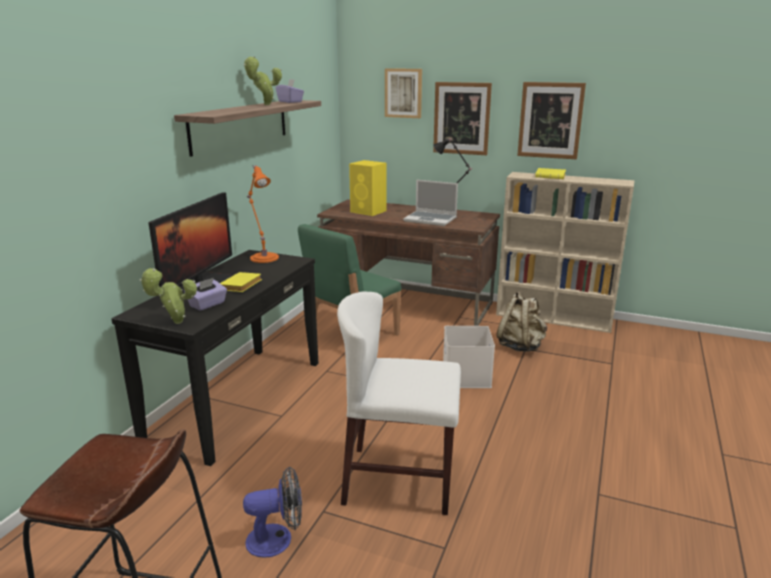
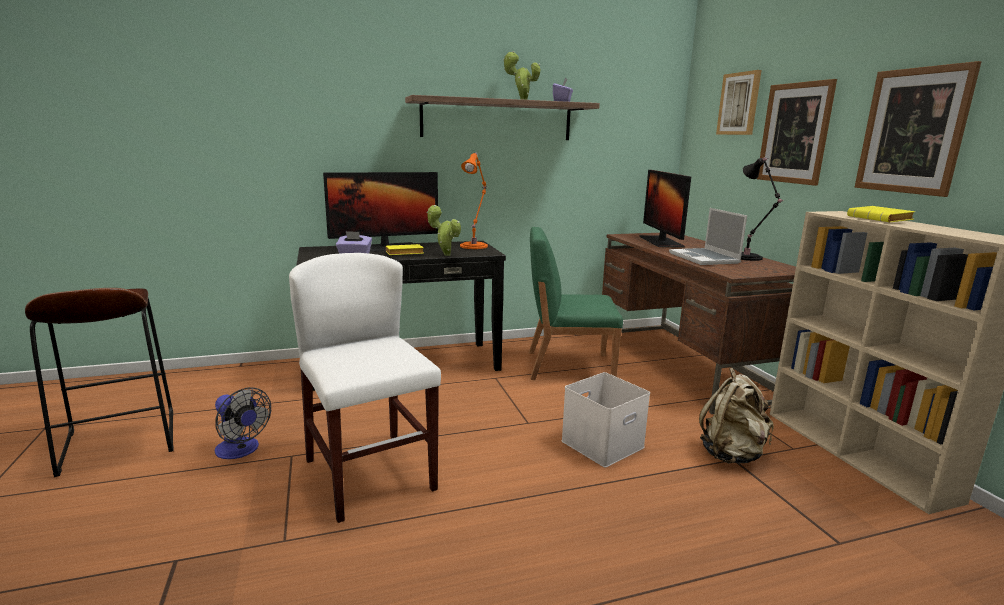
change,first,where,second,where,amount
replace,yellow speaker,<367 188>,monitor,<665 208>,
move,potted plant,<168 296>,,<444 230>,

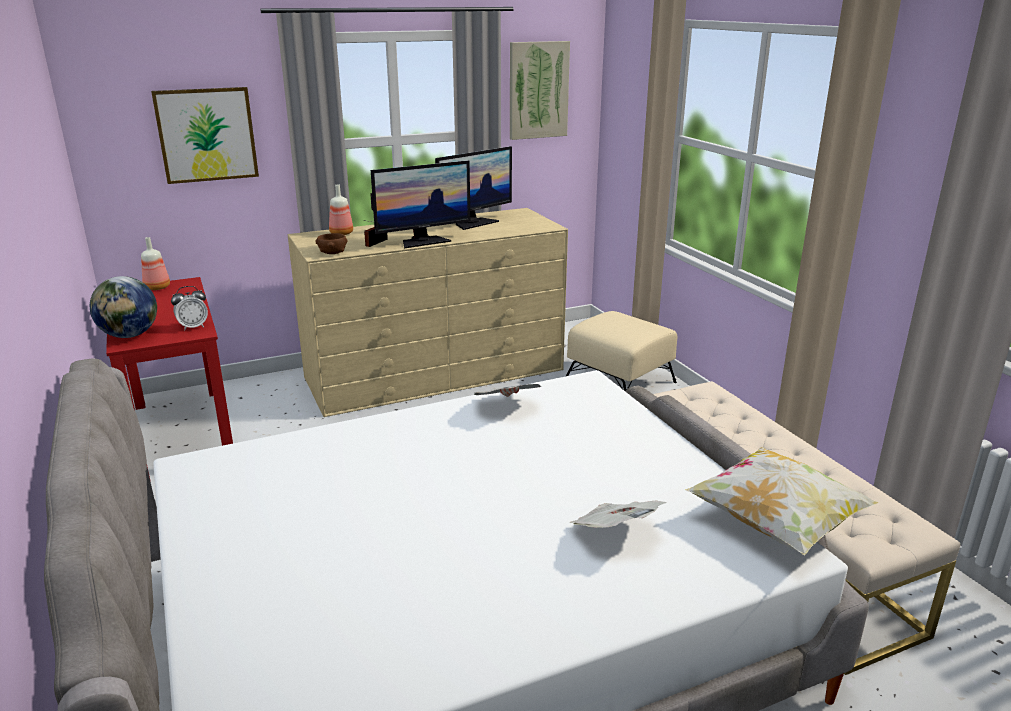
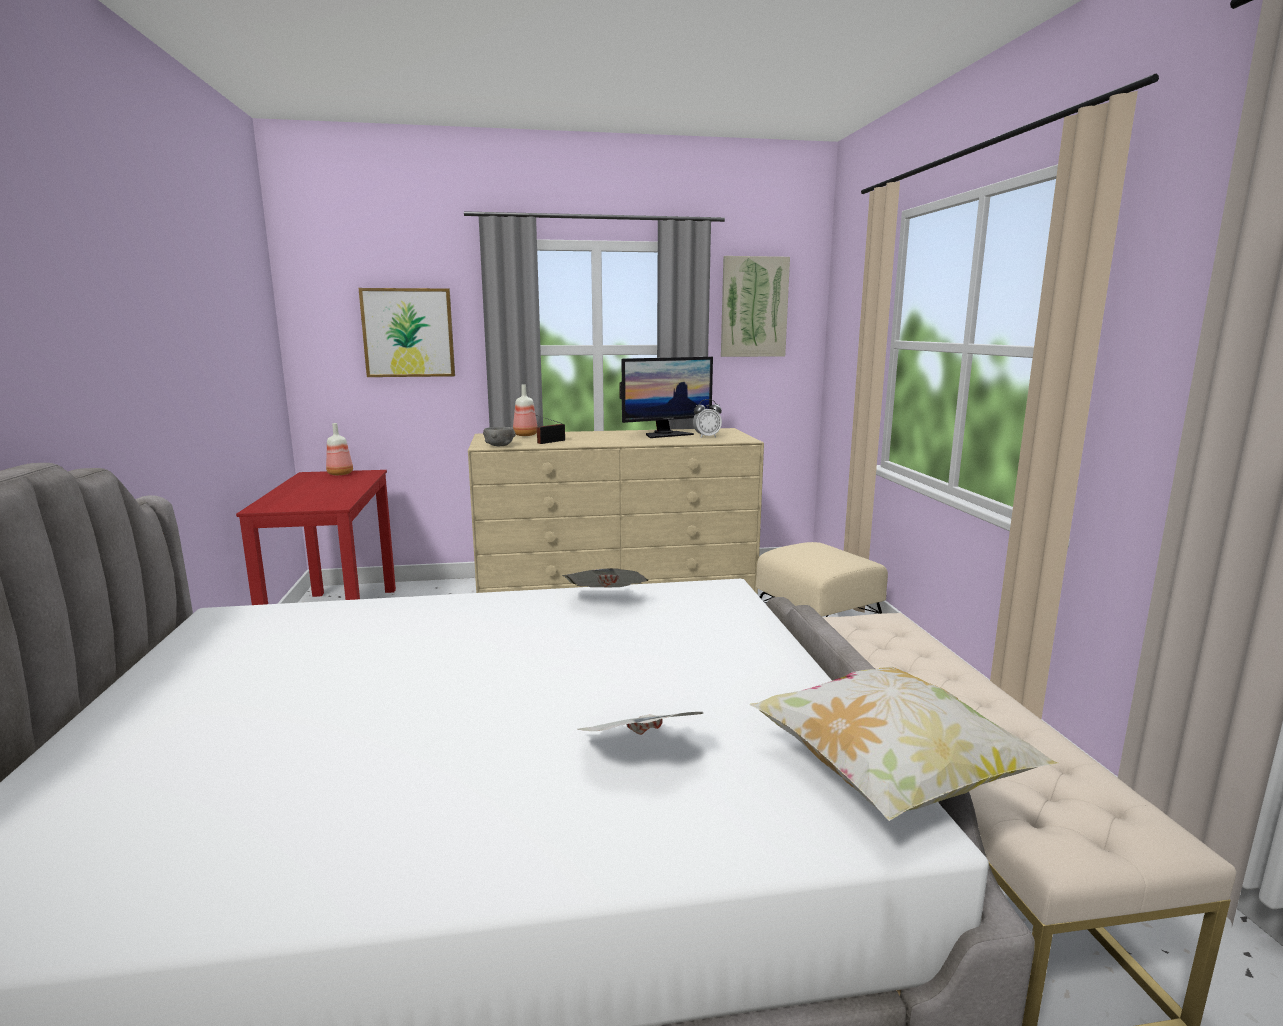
change,first,where,second,where,amount
delete,monitor,<420 204>,,,
recolor,brown bowl,<332 243>,grey bowl,<499 436>,
delete,globe,<123 307>,,,
move,alarm clock,<189 308>,,<707 418>,

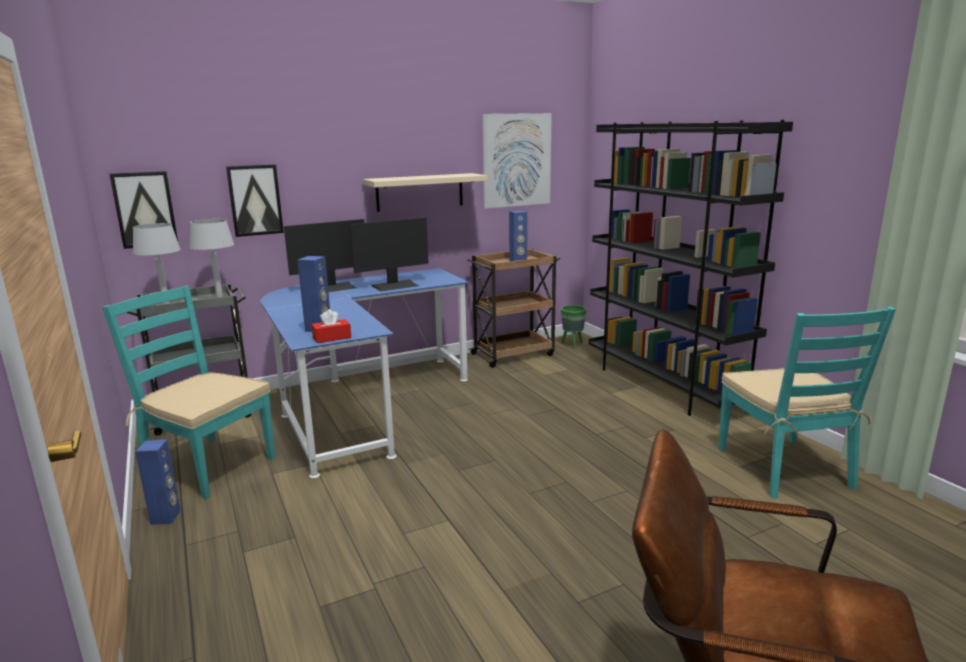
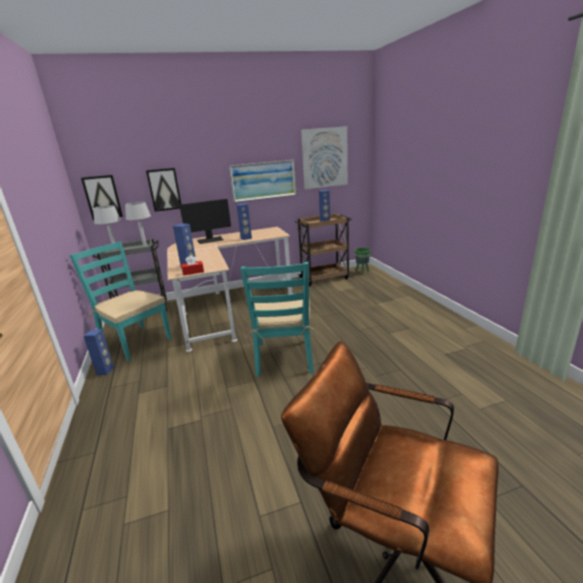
change,first,where,second,where,amount
delete,black bookcase,<691 268>,,,
replace,beige shelf,<425 192>,picture,<262 181>,
replace,monitor,<389 254>,blue speaker,<244 221>,
recolor,blue desk,<365 373>,beige desk,<230 289>,
move,turquoise chair,<807 403>,,<279 319>,

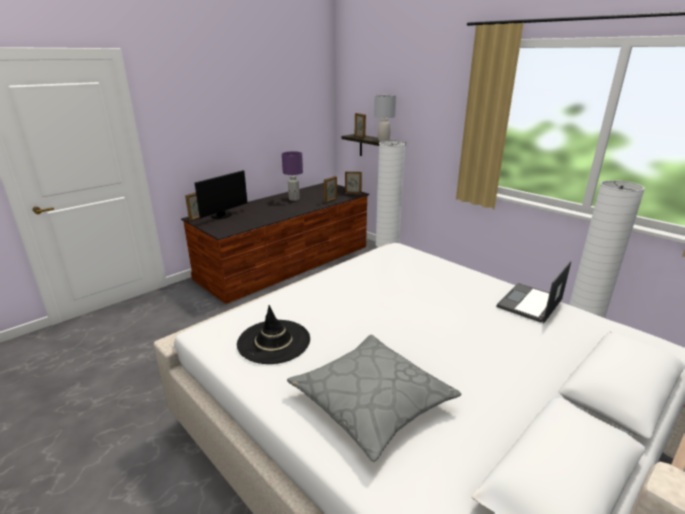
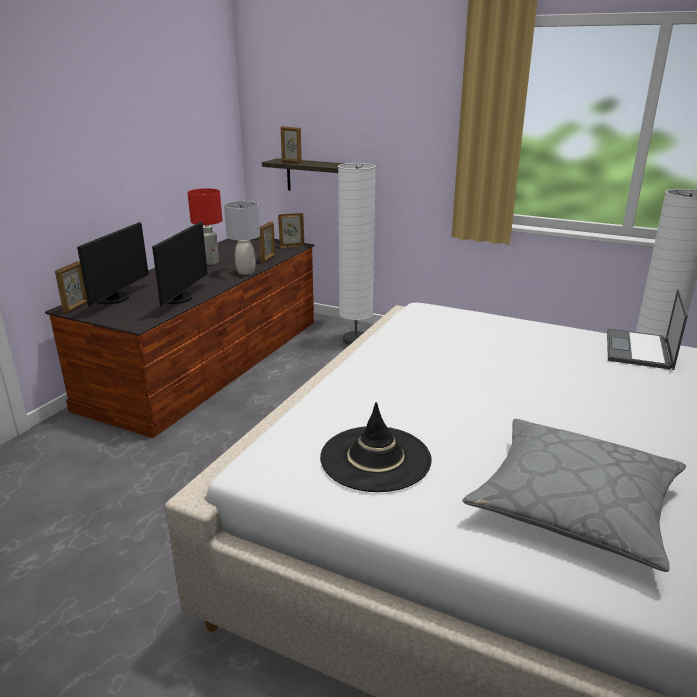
change,first,where,second,where,amount
move,grey table lamp,<385 118>,,<242 238>,
recolor,purple table lamp,<292 176>,red table lamp,<204 226>,
insert,,,monitor,<180 264>,

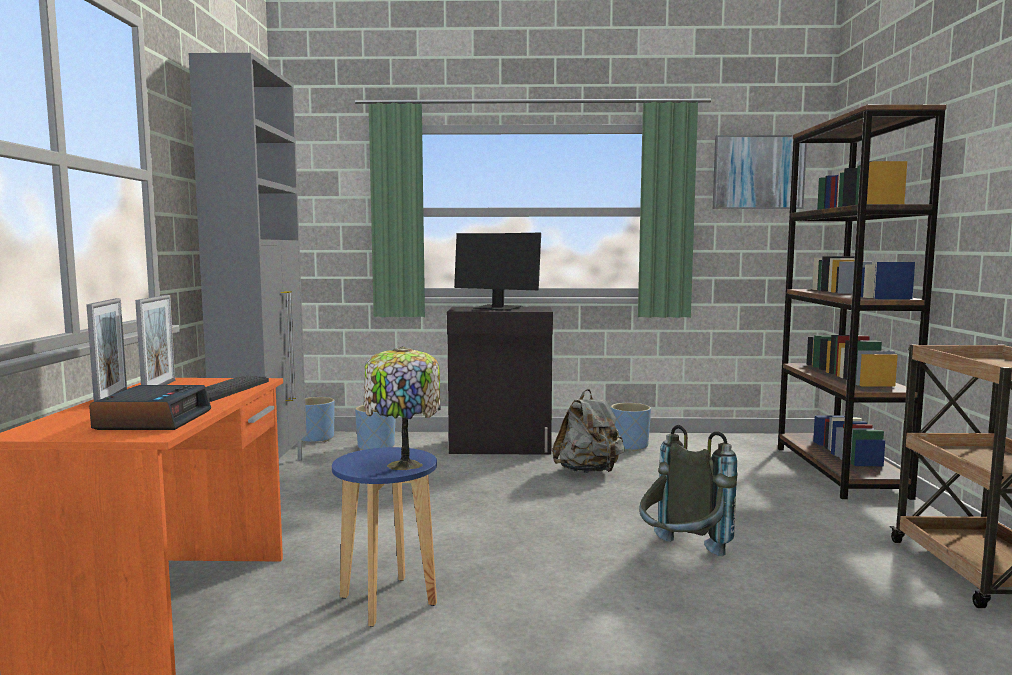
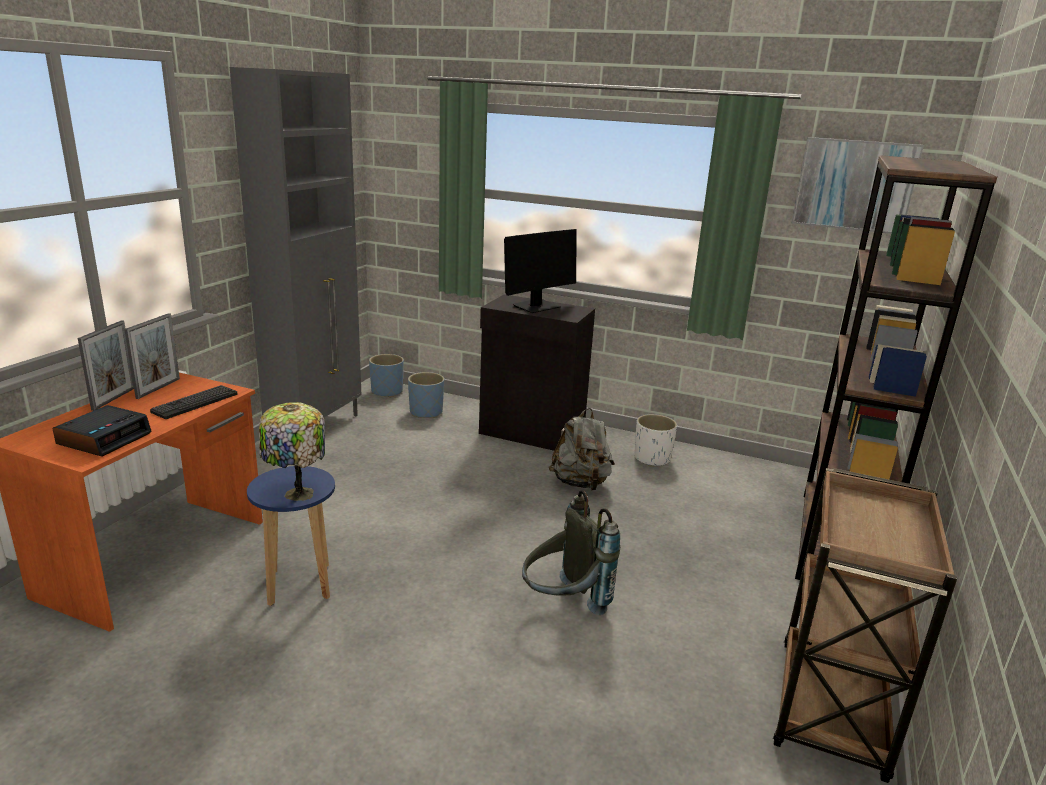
change,first,where,second,where,amount
rotate,monitor,<497 271>,,<540 271>,90 degrees counterclockwise
recolor,blue planter,<631 427>,white planter,<655 440>,

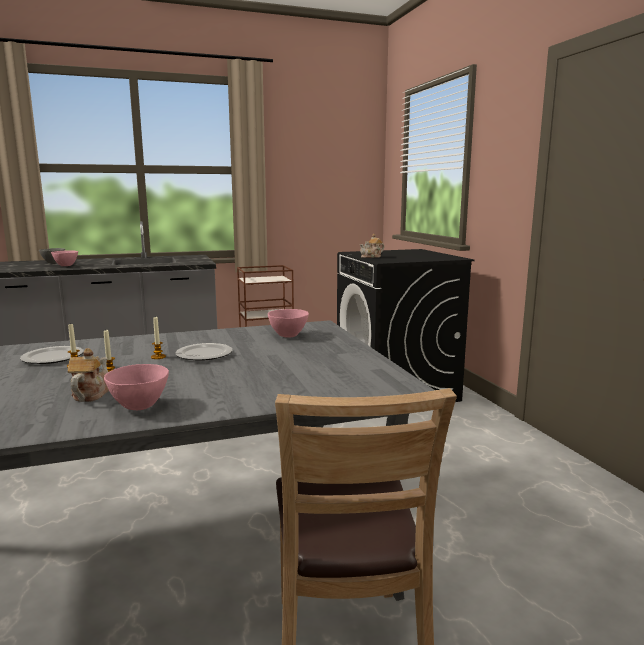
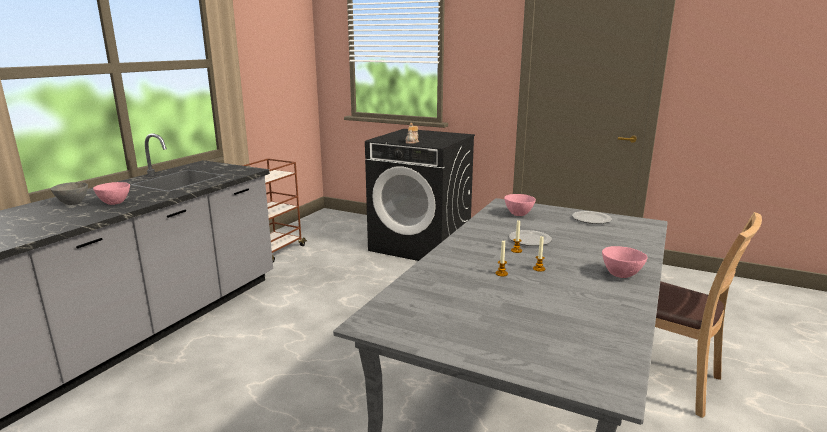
change,first,where,second,where,amount
move,plate,<52 355>,,<592 217>,
delete,teapot,<88 375>,,,

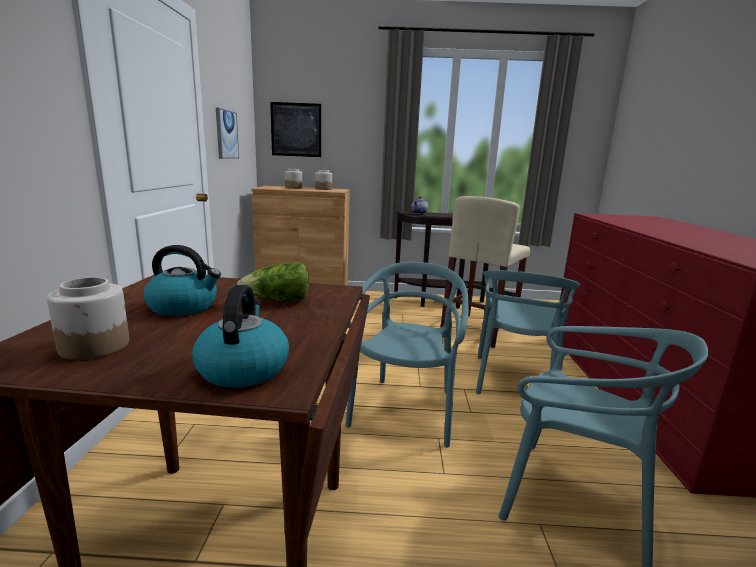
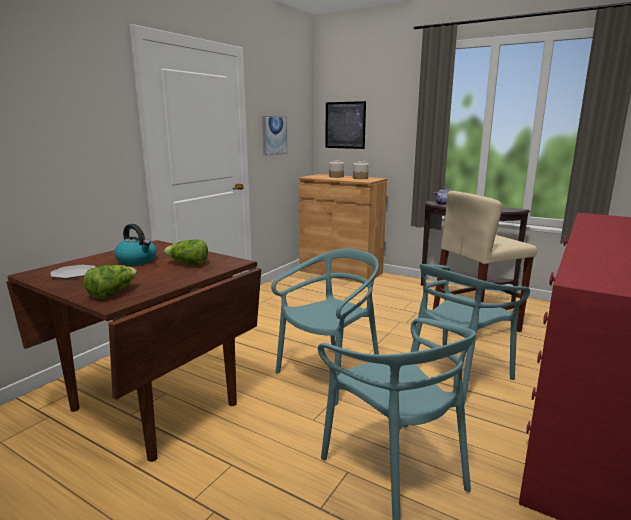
change,first,where,second,where,amount
replace,jar,<88 318>,plate,<73 272>,
replace,kettle,<240 336>,lettuce,<110 282>,

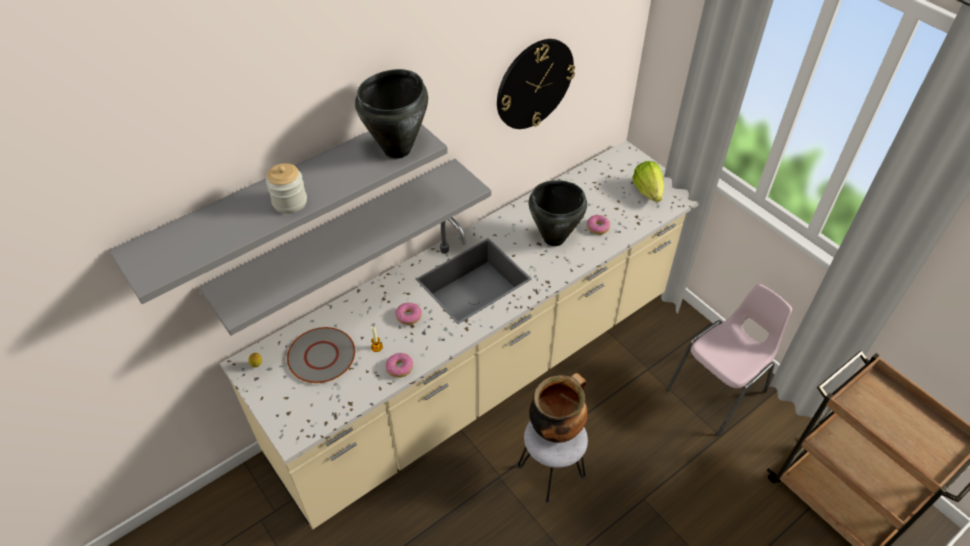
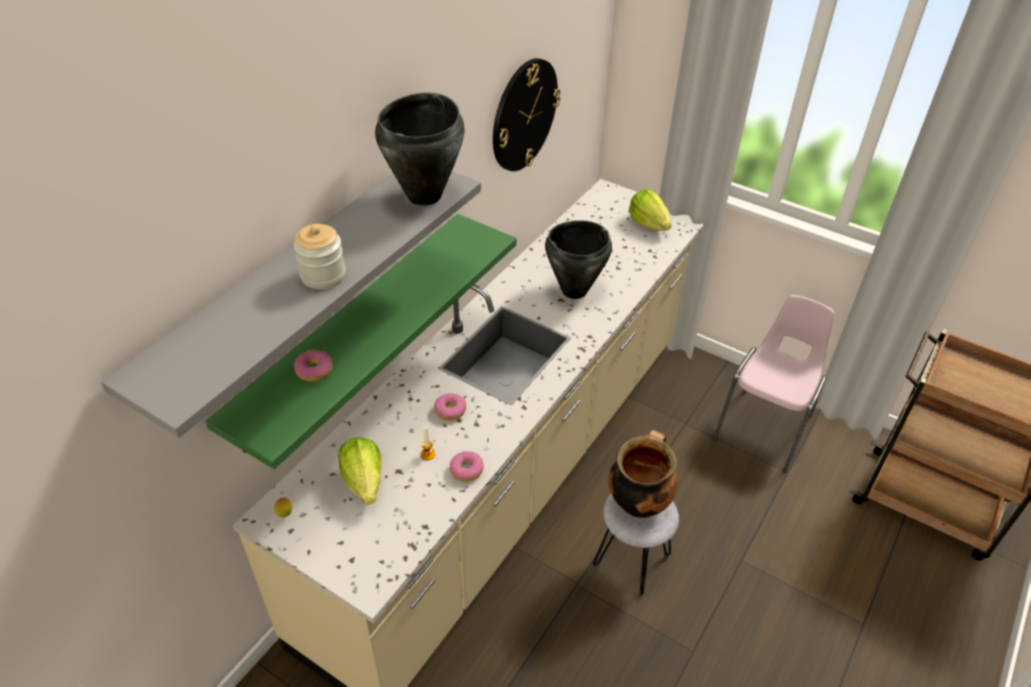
change,first,where,second,where,amount
recolor,grey shelf,<344 247>,green shelf,<361 341>,
move,donut,<598 225>,,<313 366>,
replace,grey plate,<321 355>,lettuce,<360 471>,

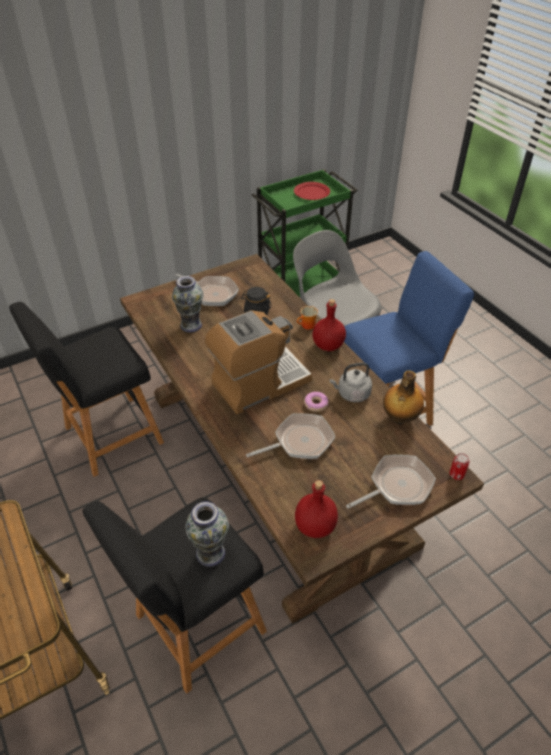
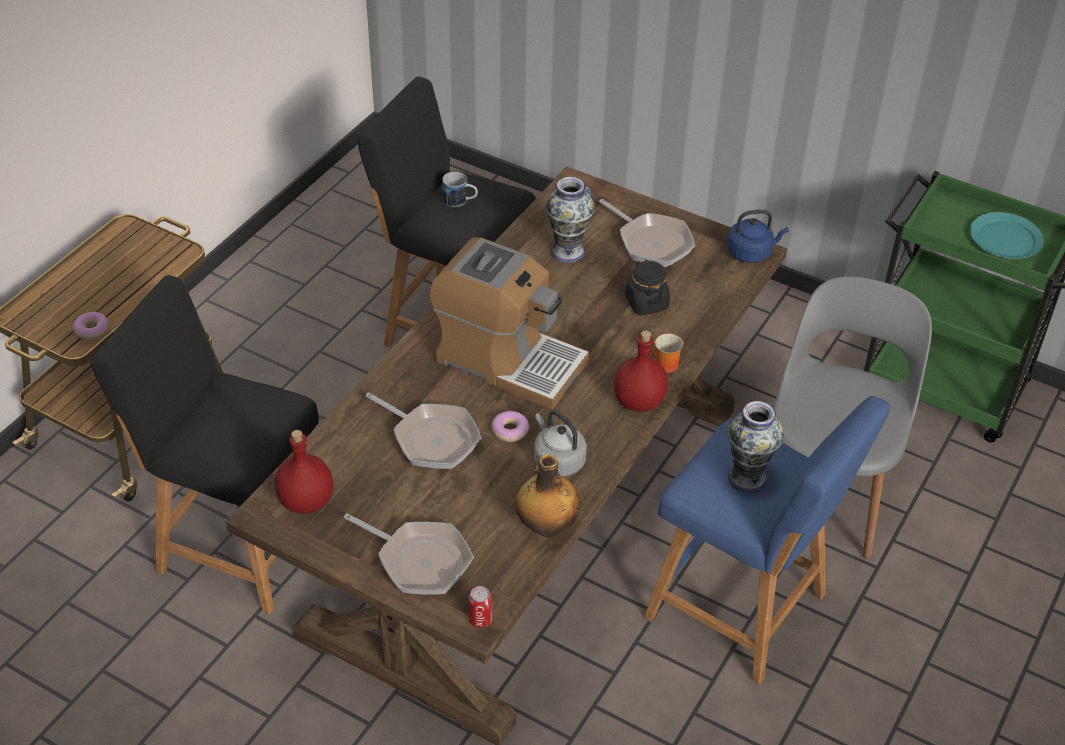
change,first,where,second,where,amount
recolor,red plate,<312 191>,turquoise plate,<1007 235>,
rotate,frying pan,<207 290>,,<647 233>,45 degrees counterclockwise
move,vase,<207 534>,,<756 447>,
insert,,,mug,<460 189>,
insert,,,blue kettle,<758 236>,
insert,,,donut,<91 326>,

